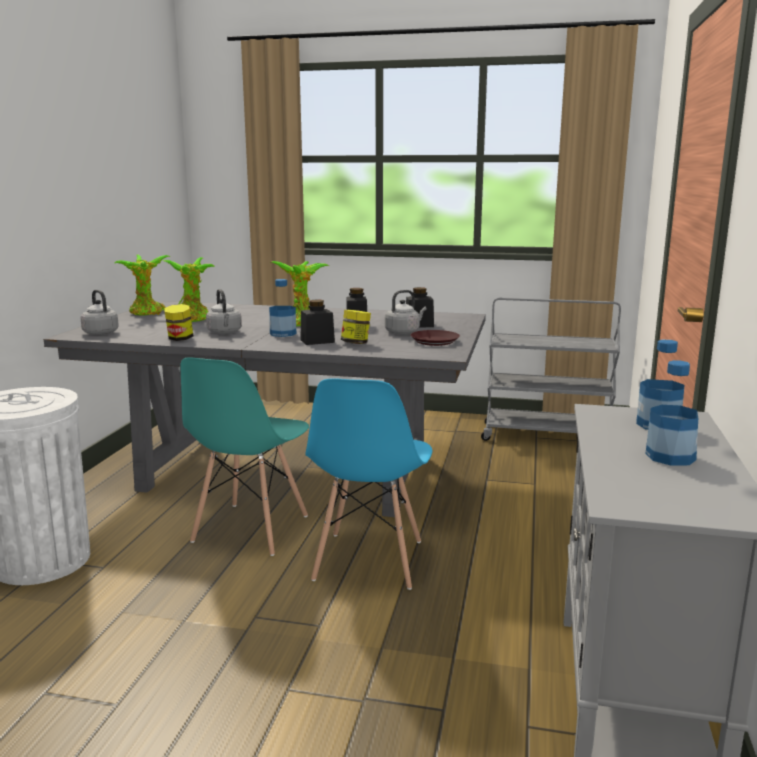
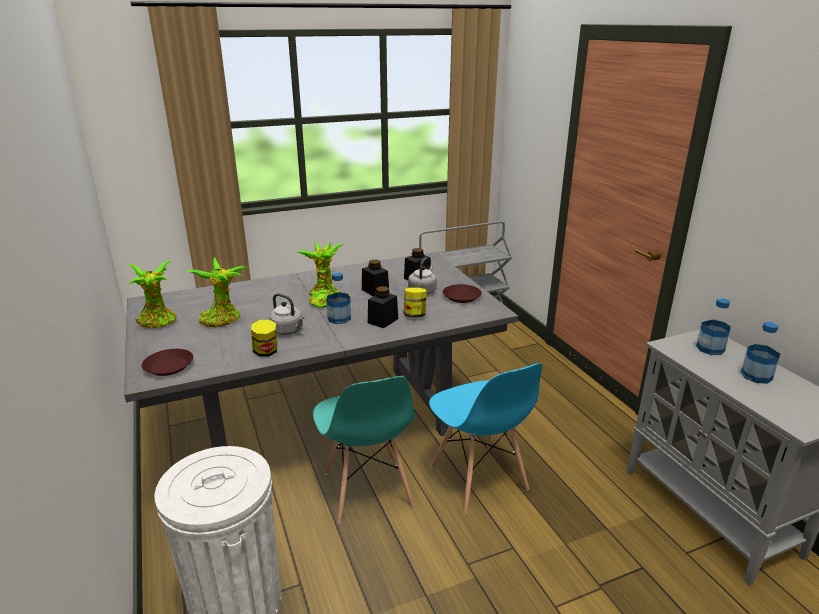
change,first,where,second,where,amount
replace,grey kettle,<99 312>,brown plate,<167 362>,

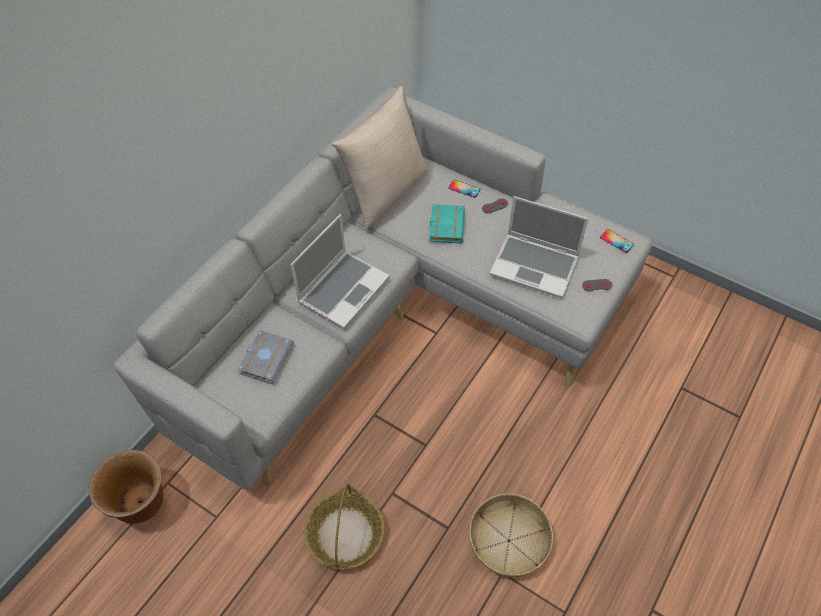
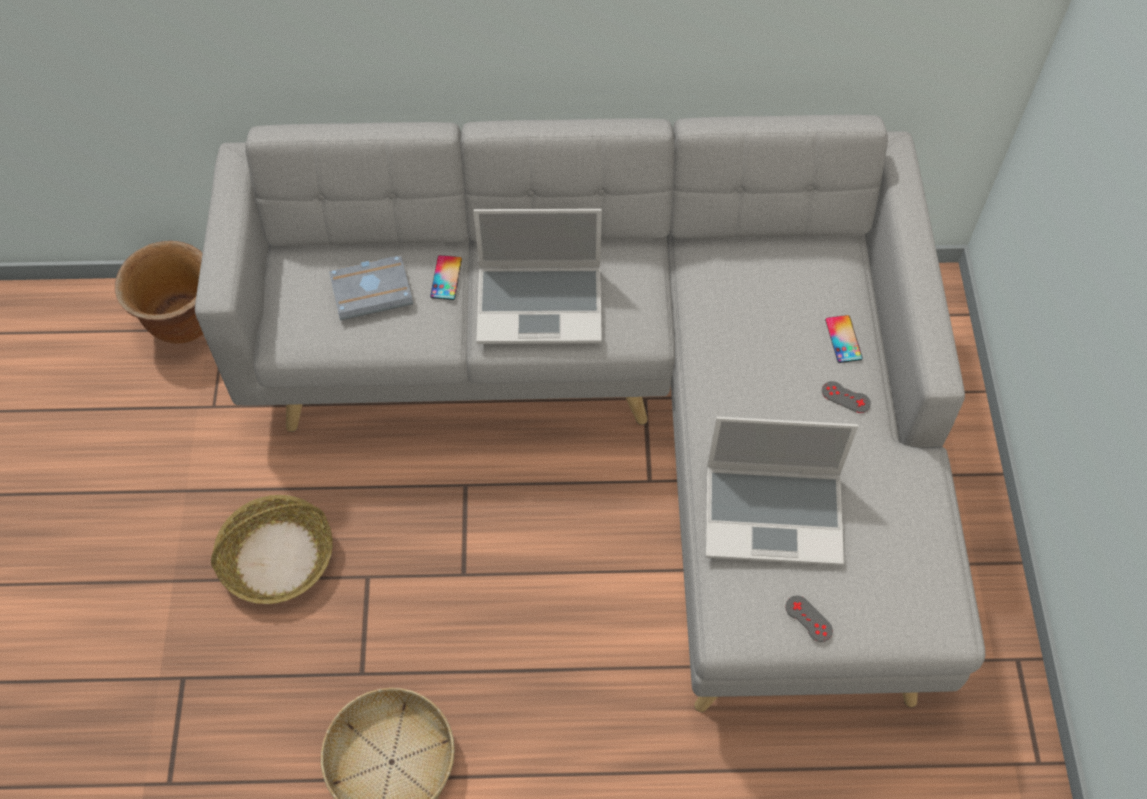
change,first,where,second,where,amount
delete,beige pillow,<380 158>,,,
rotate,laptop,<539 247>,,<782 491>,75 degrees counterclockwise
delete,turquoise book,<447 224>,,,
move,phone,<617 241>,,<446 277>,

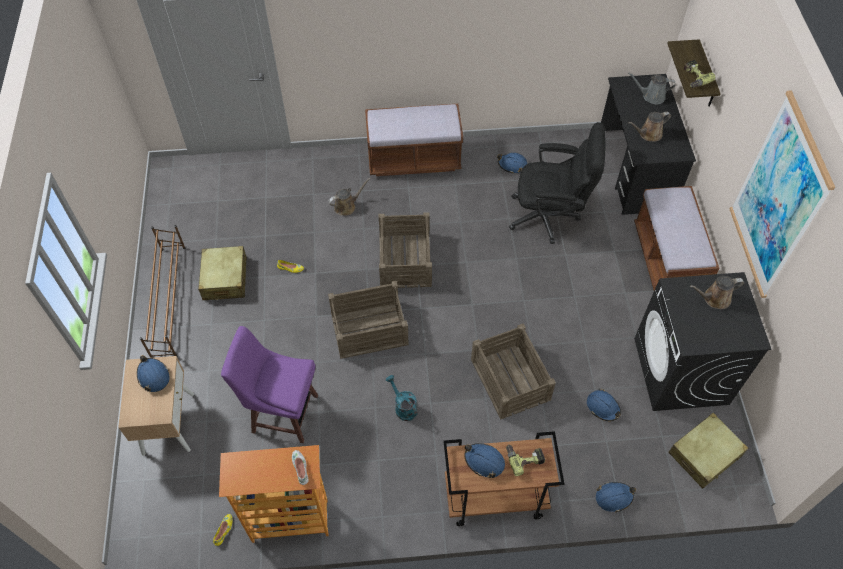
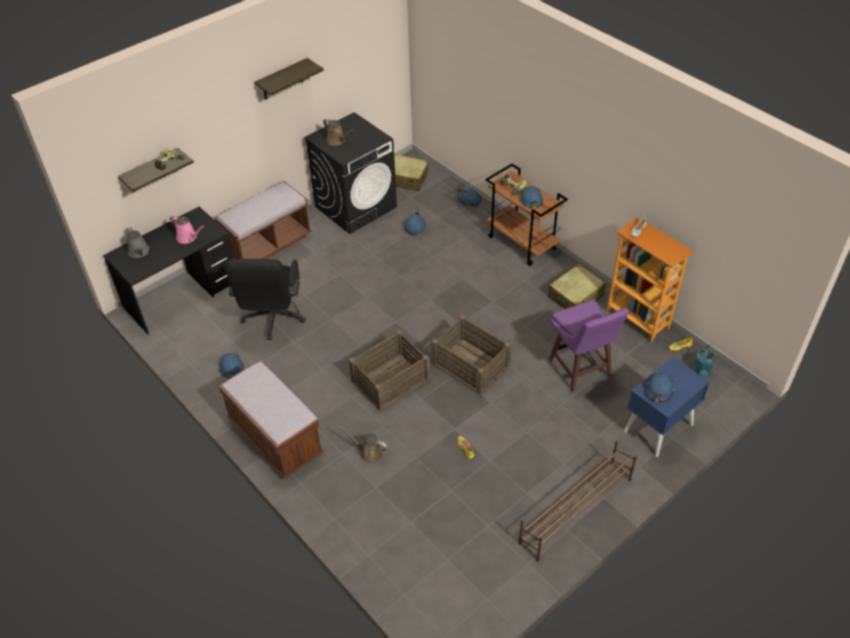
change,first,where,second,where,amount
replace,picture,<782 194>,shelf,<289 78>,
recolor,brown watering can,<649 126>,pink watering can,<187 230>,
rotate,black office chair,<557 183>,,<265 299>,150 degrees counterclockwise
move,beige suitcase,<222 273>,,<577 286>,
delete,crate,<513 371>,,,
recolor,beige nightstand,<156 406>,blue nightstand,<667 407>,
move,turquoise watering can,<401 398>,,<704 361>,

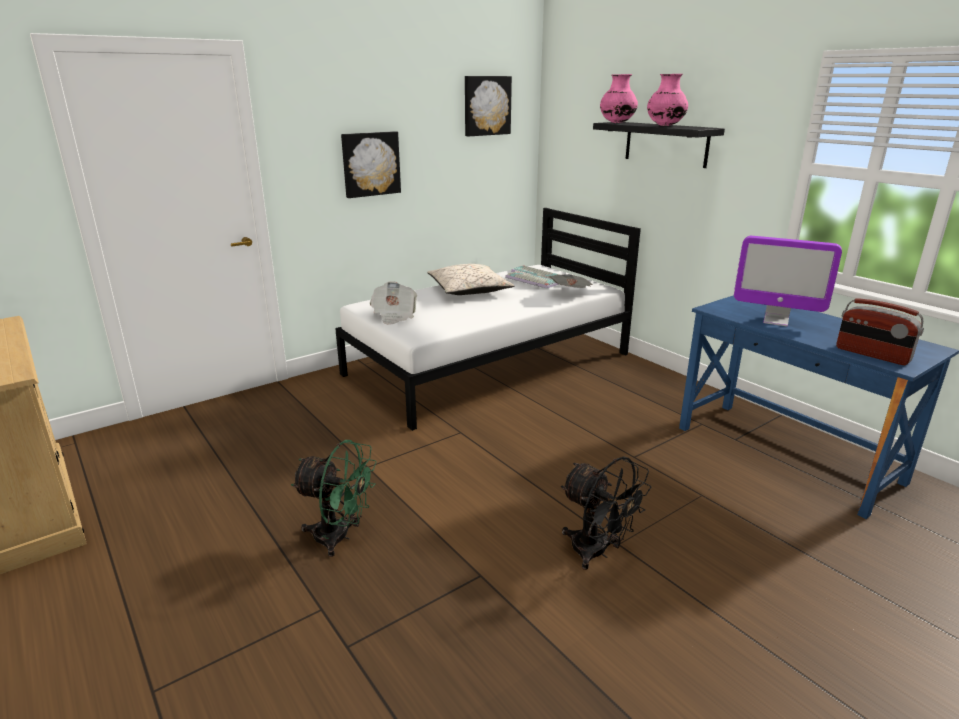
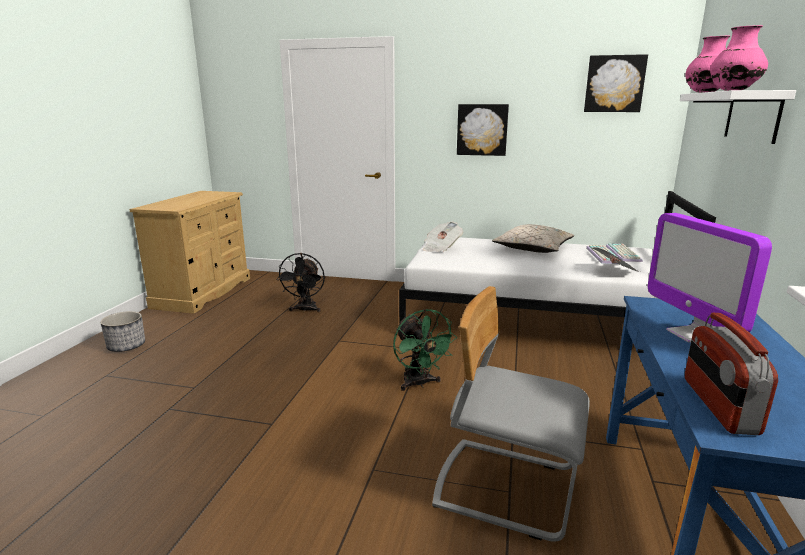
change,first,where,second,where,amount
recolor,black shelf,<659 145>,white shelf,<738 117>,
move,green fan,<334 498>,,<425 350>,
move,black fan,<606 513>,,<300 282>,
insert,,,grey chair,<511 414>,
insert,,,planter,<122 331>,

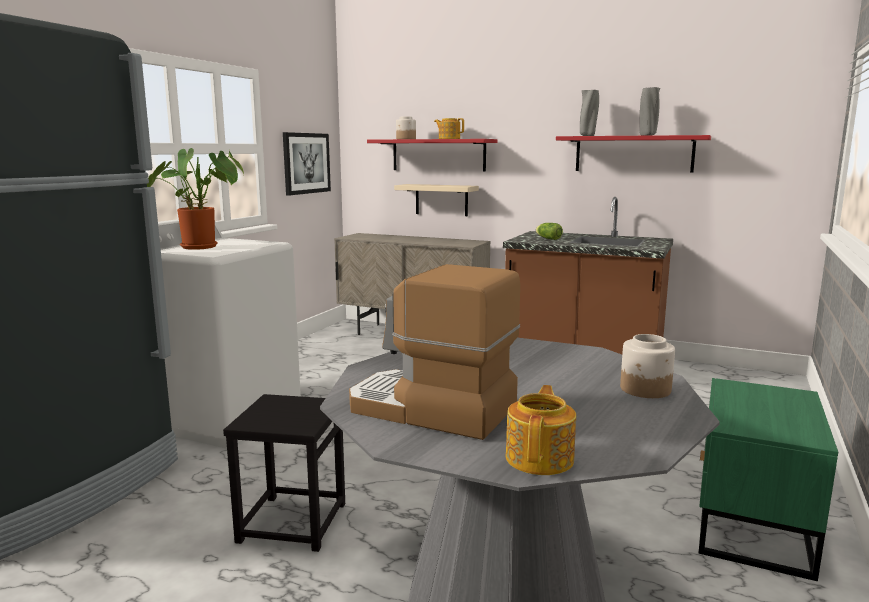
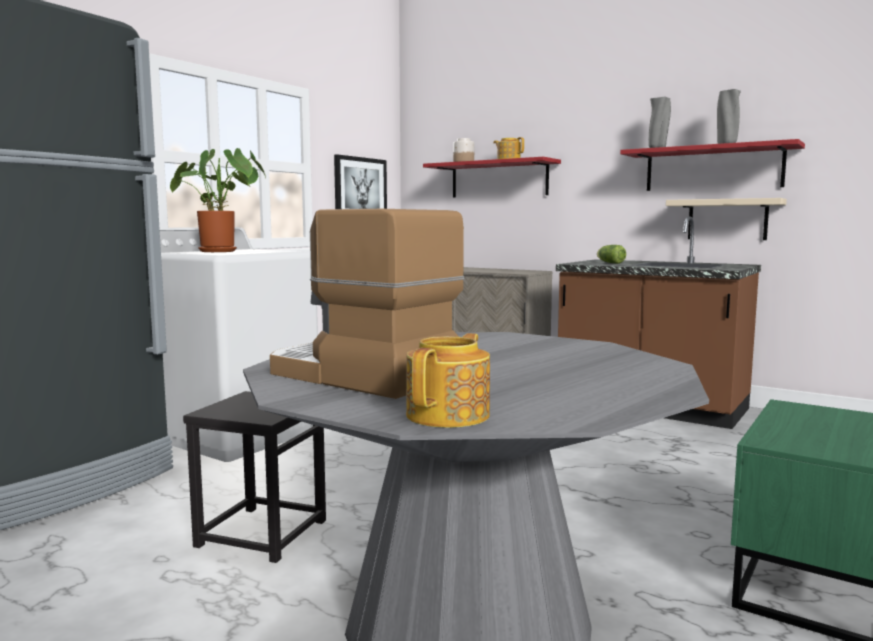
change,first,where,second,where,amount
move,beige shelf,<436 200>,,<726 219>,
delete,jar,<647 366>,,,

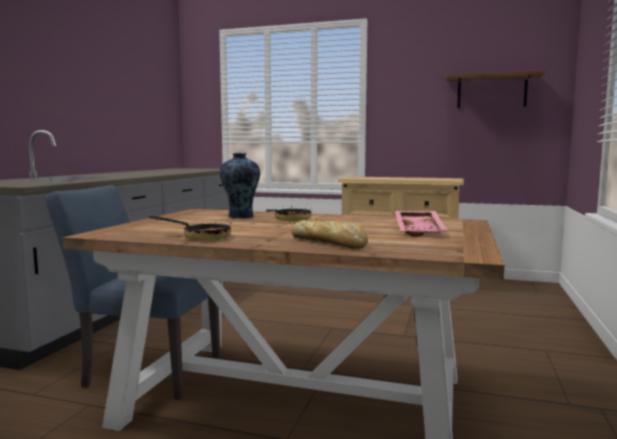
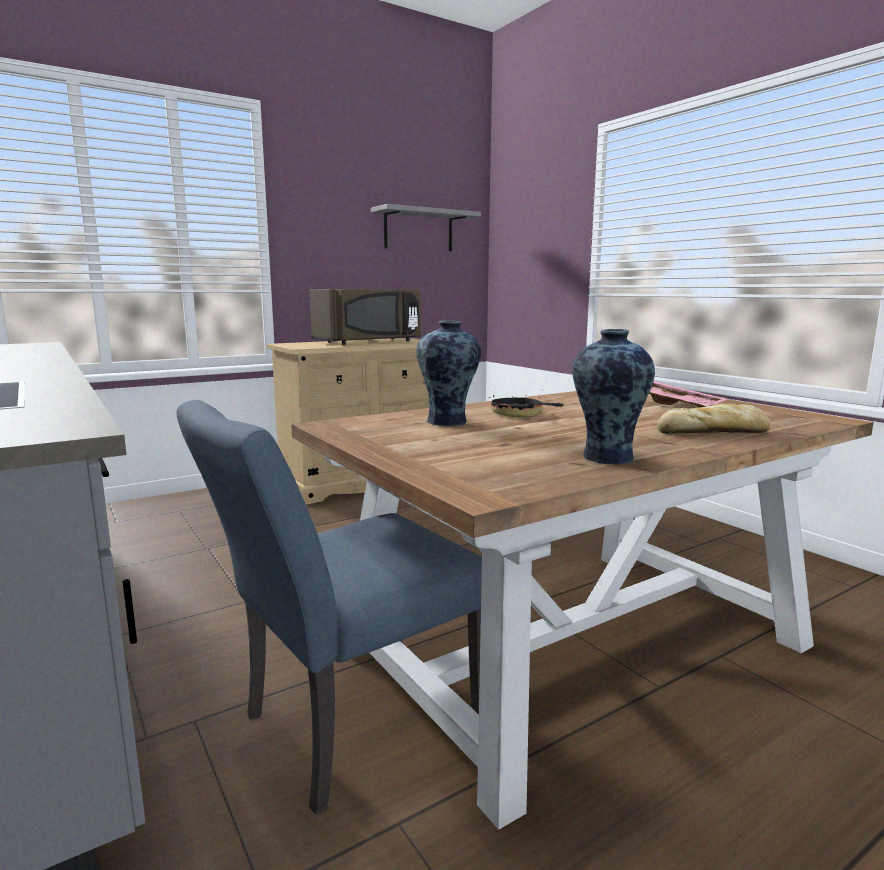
change,first,where,second,where,amount
recolor,brown shelf,<495 89>,grey shelf,<426 227>,
replace,frying pan,<190 228>,vase,<613 397>,
insert,,,brown microwave,<365 317>,

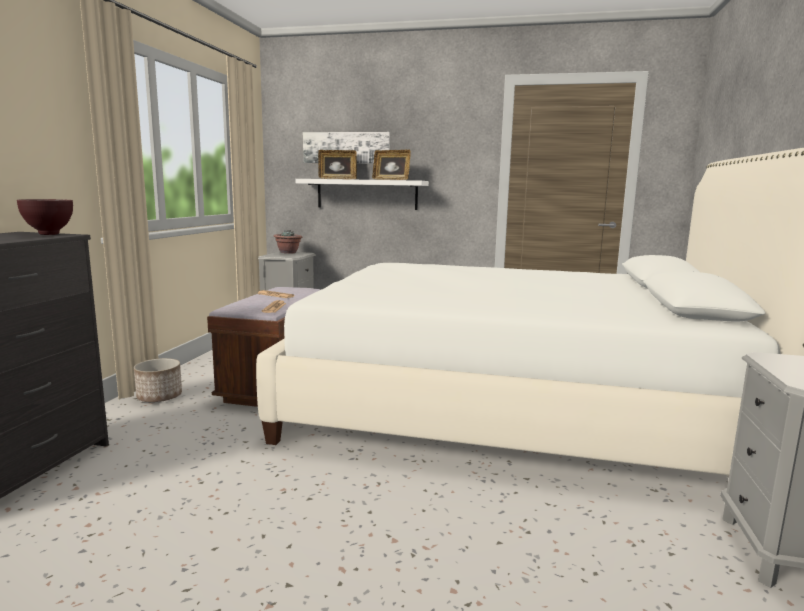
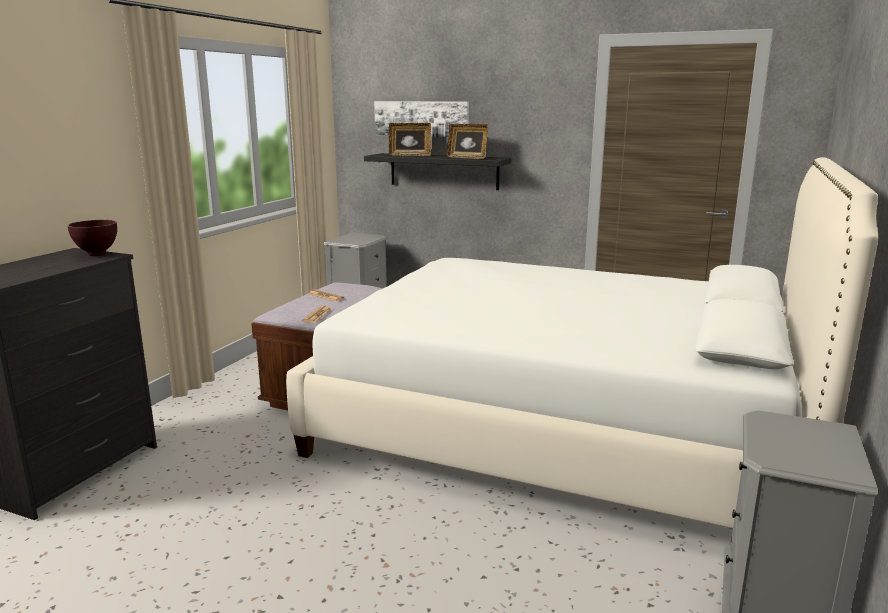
change,first,where,second,where,amount
recolor,white shelf,<362 194>,black shelf,<437 171>,
delete,potted plant,<288 242>,,,
delete,planter,<158 380>,,,

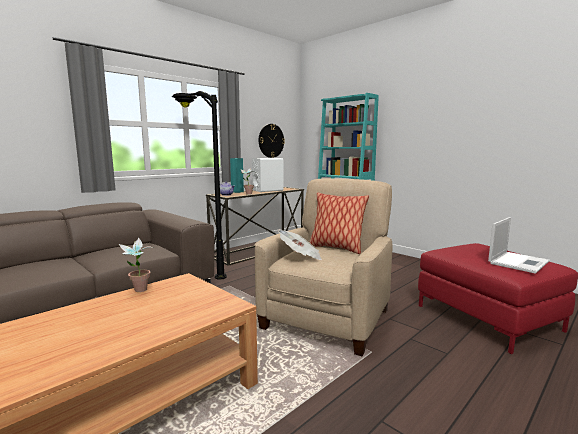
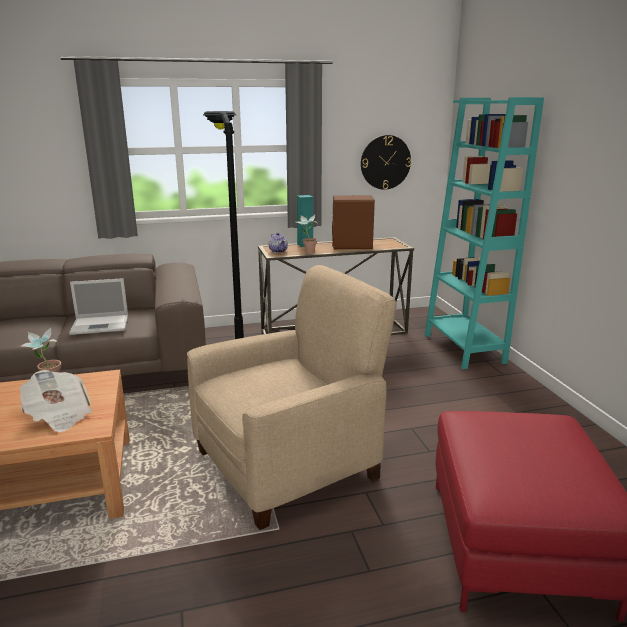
change,first,where,second,where,amount
recolor,white speaker,<268 175>,brown speaker,<353 222>,
delete,pillow,<339 223>,,,
move,laptop,<519 245>,,<98 306>,
move,newspaper,<300 245>,,<56 401>,

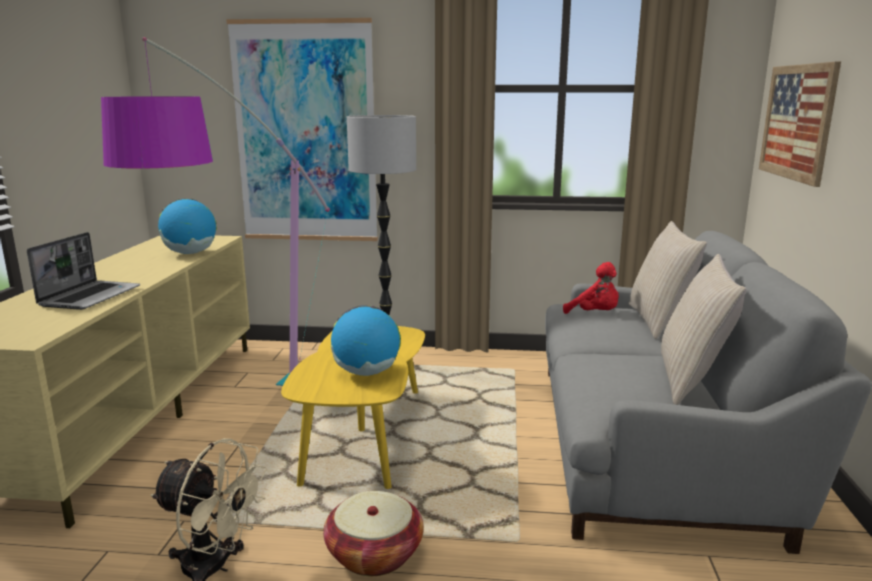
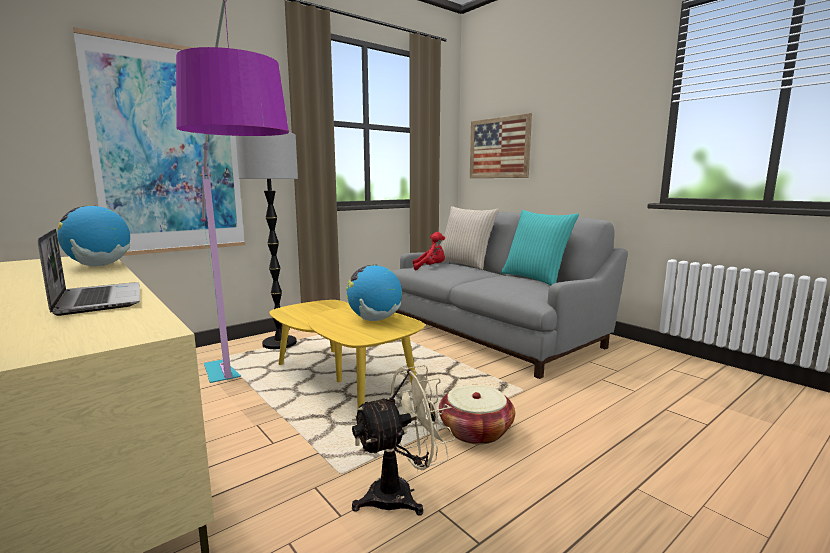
change,first,where,second,where,amount
recolor,beige pillow,<704 329>,turquoise pillow,<540 247>,

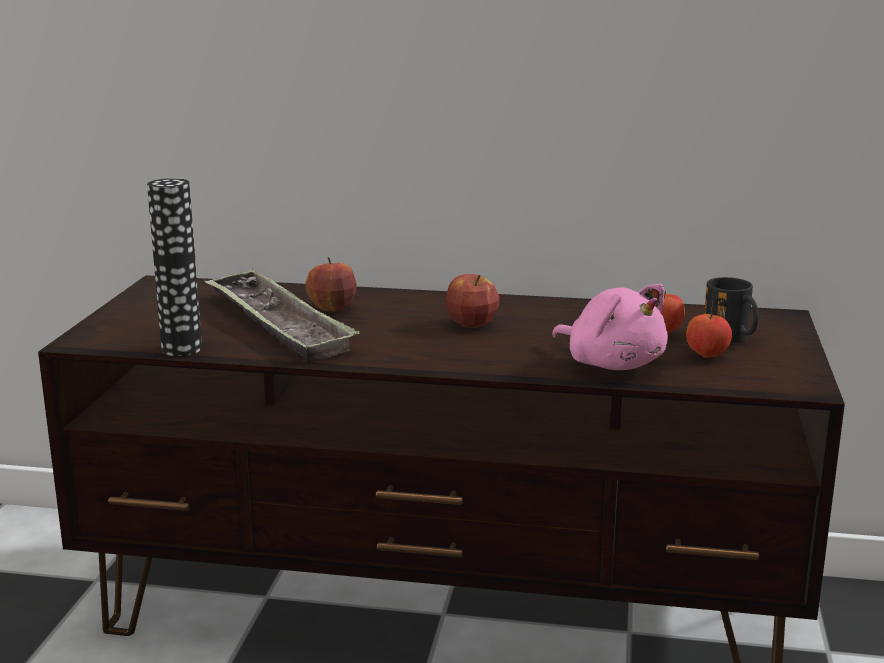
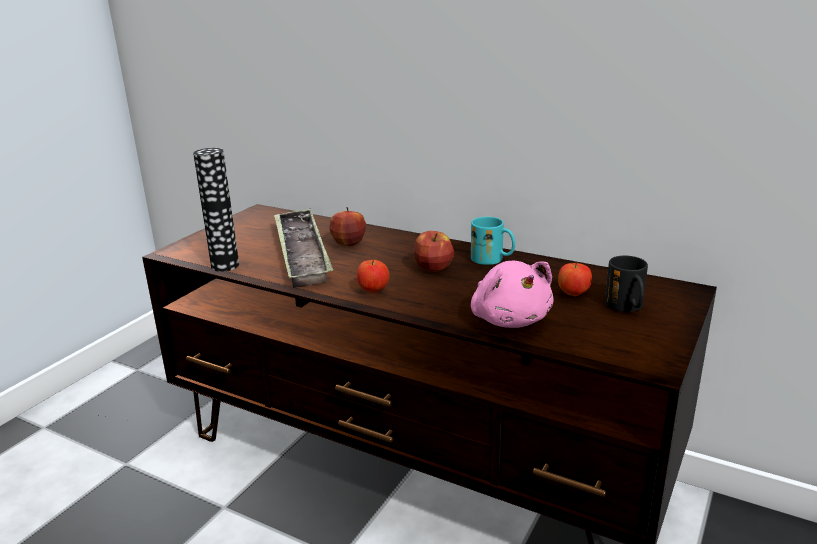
change,first,where,second,where,amount
move,apple,<709 335>,,<373 276>,
insert,,,turquoise mug,<493 241>,

